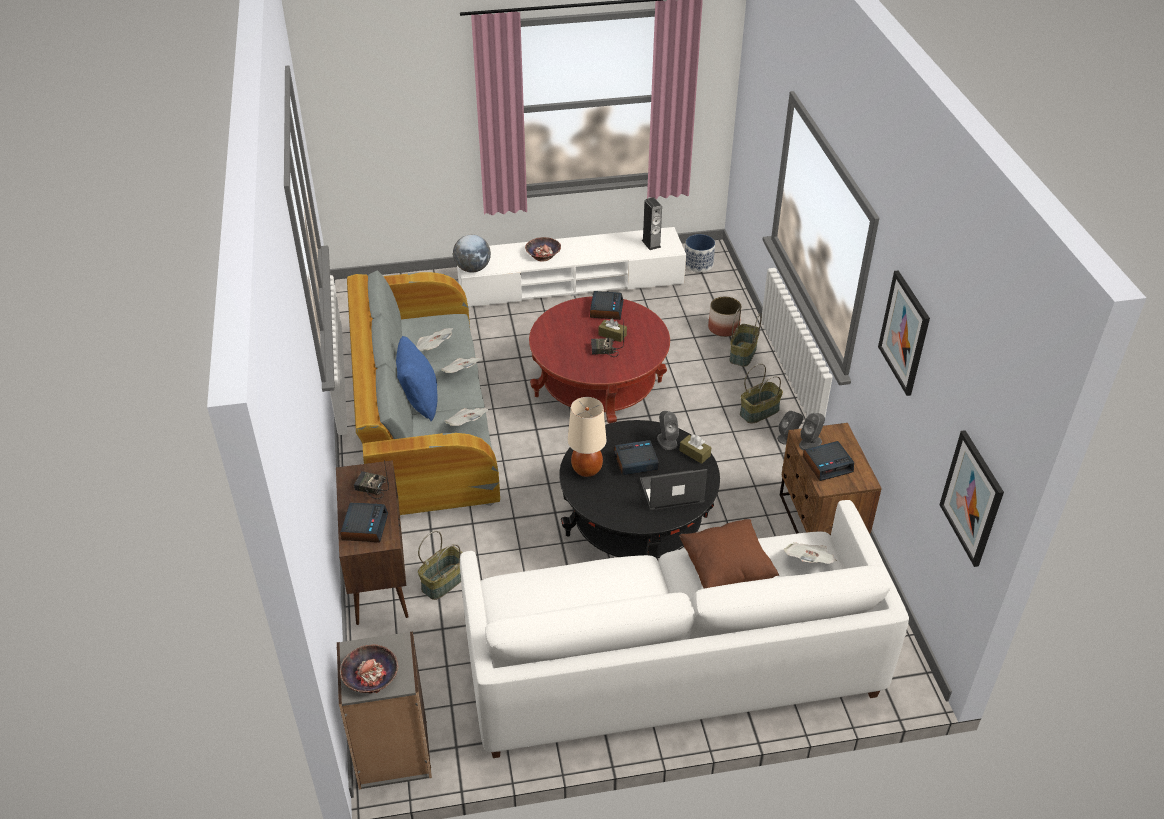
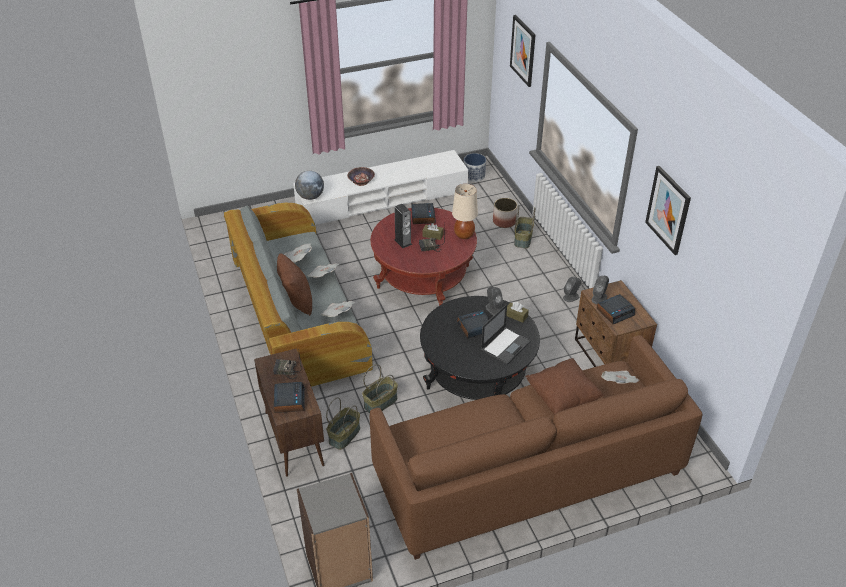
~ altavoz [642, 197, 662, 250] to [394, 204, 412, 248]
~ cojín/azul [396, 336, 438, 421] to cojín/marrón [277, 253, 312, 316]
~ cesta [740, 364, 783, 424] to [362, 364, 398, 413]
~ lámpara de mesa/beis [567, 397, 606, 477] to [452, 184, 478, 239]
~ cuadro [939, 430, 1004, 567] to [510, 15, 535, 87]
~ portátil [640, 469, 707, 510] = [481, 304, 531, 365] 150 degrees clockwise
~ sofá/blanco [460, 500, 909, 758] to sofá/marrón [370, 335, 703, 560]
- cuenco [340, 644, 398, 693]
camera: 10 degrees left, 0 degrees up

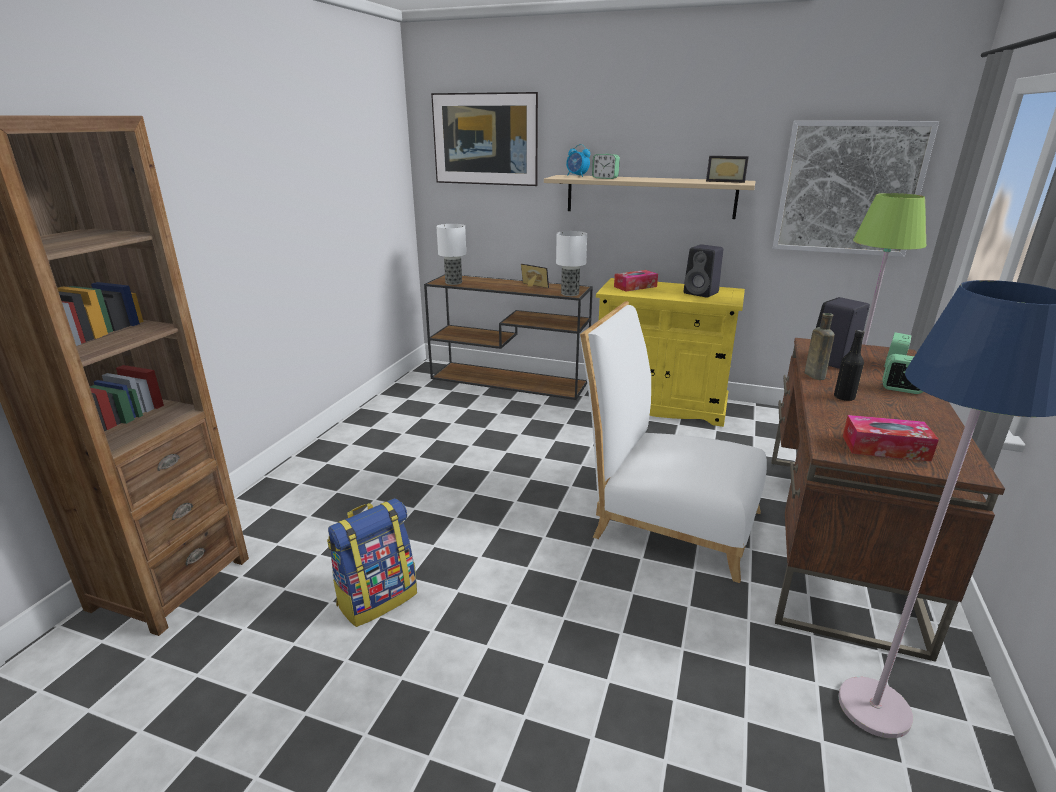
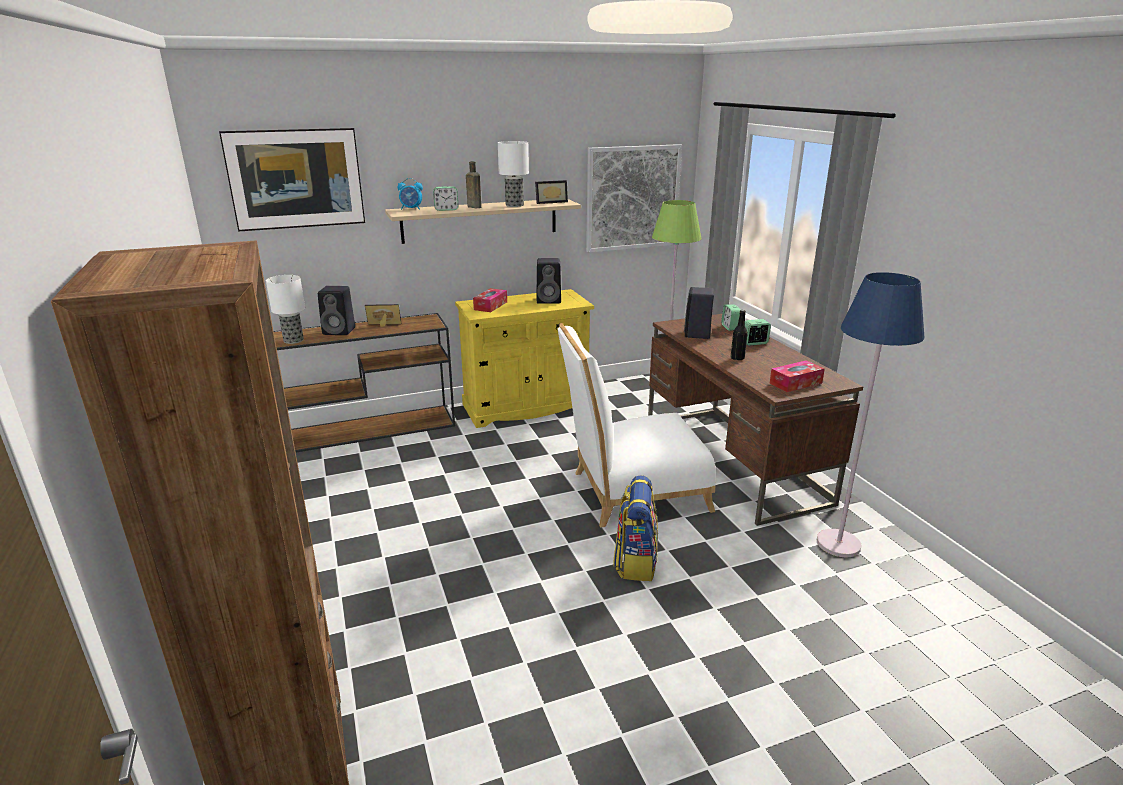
~ lámpara de mesa [556, 231, 587, 296] to [498, 141, 529, 207]
~ botella/marrón [805, 313, 835, 380] to [466, 161, 481, 208]
~ mochila [327, 498, 417, 627] to [613, 476, 658, 581]
+ altavoz/negro [318, 286, 355, 335]
camera: 40 degrees left, 0 degrees up

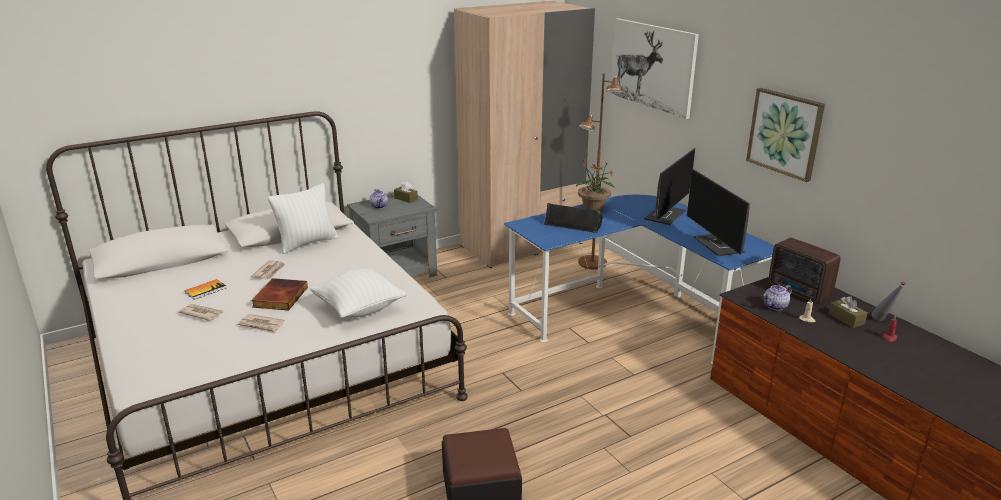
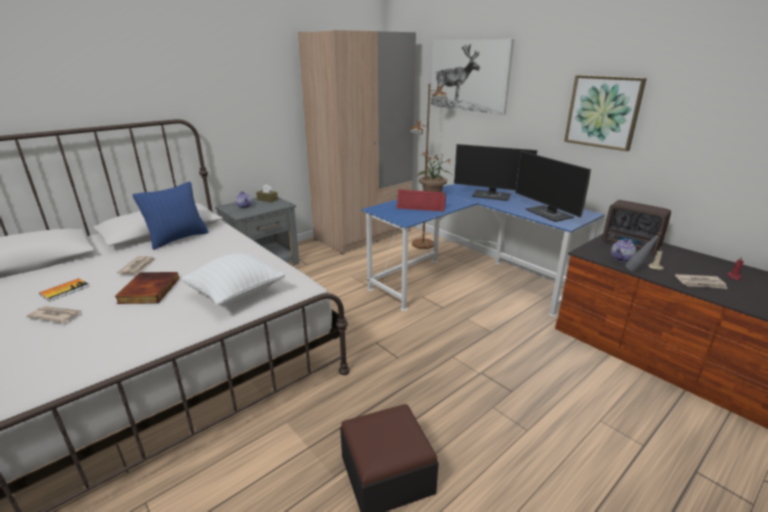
~ monitor [644, 148, 695, 225] = [454, 144, 538, 201] 90 degrees clockwise
~ cojín/blanco [268, 183, 338, 254] to cojín/azul [132, 182, 209, 250]
~ altavoz/negro [544, 203, 603, 233] to altavoz/rojo [396, 189, 446, 212]
~ botella/gris [871, 281, 906, 321] to [625, 232, 661, 272]
- caja de pañuelos/marrón [829, 296, 867, 328]
~ periódico [238, 314, 284, 334] to [675, 274, 728, 289]
camera: 10 degrees left, 0 degrees up

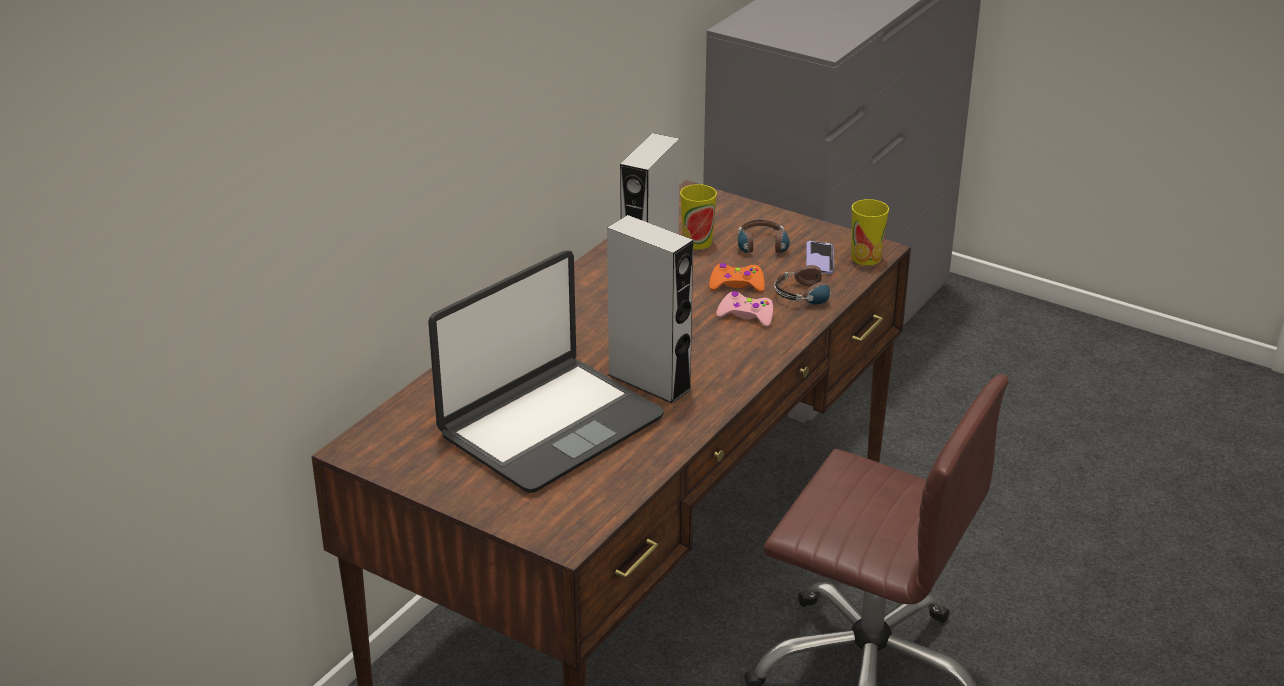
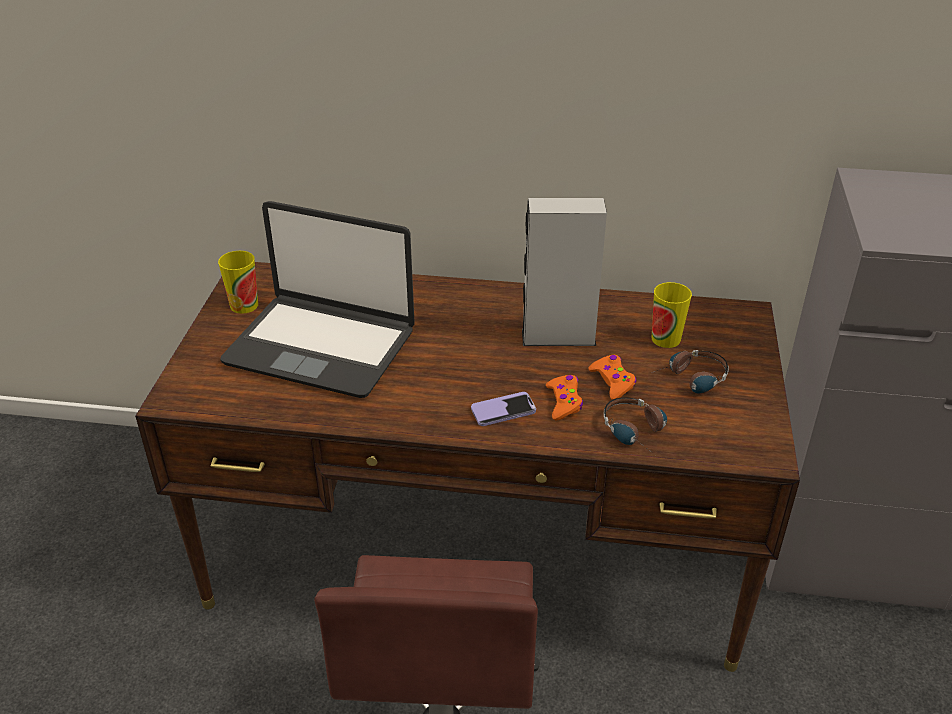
~ taza [852, 199, 889, 265] to [218, 251, 258, 314]
- altavoz/gris [607, 215, 693, 404]
~ móvil [806, 241, 834, 274] to [471, 392, 536, 426]
~ mando de consola/rosa [716, 291, 773, 327] to mando de consola/naranja [546, 375, 583, 421]
camera: 65 degrees right, 5 degrees up

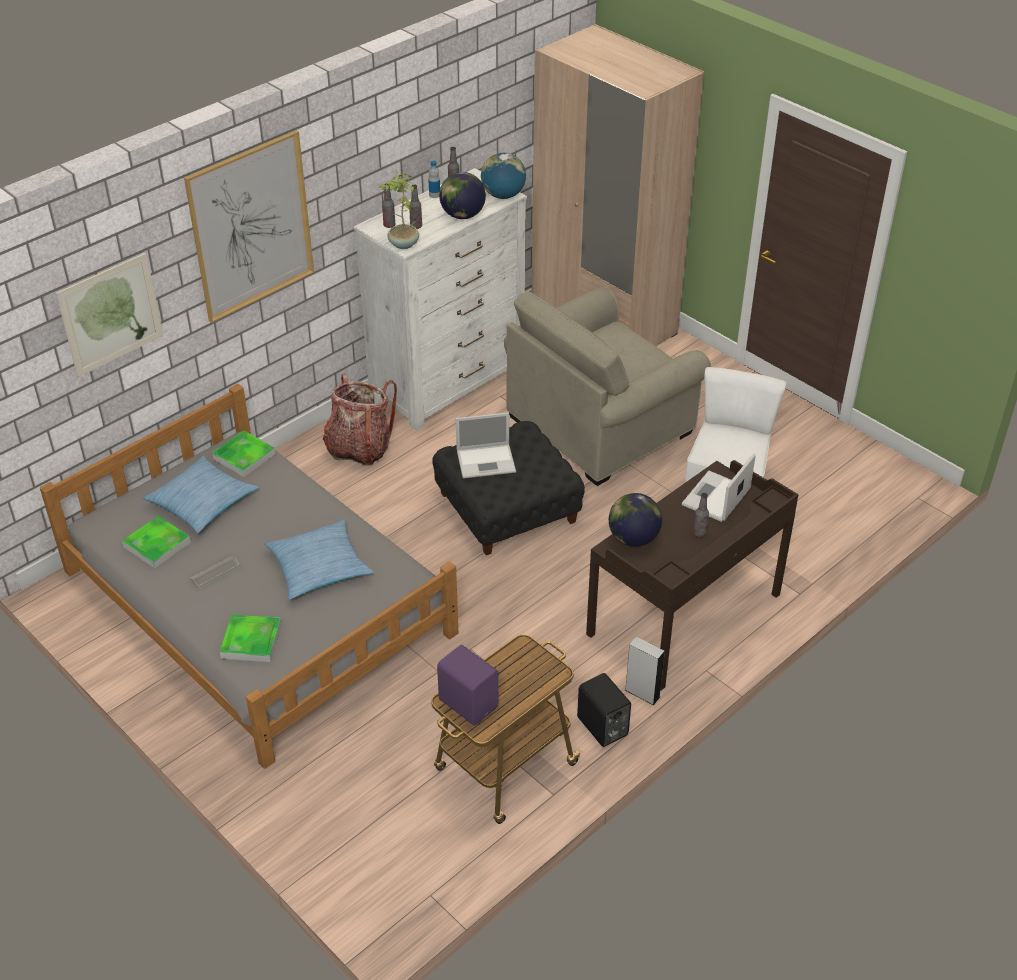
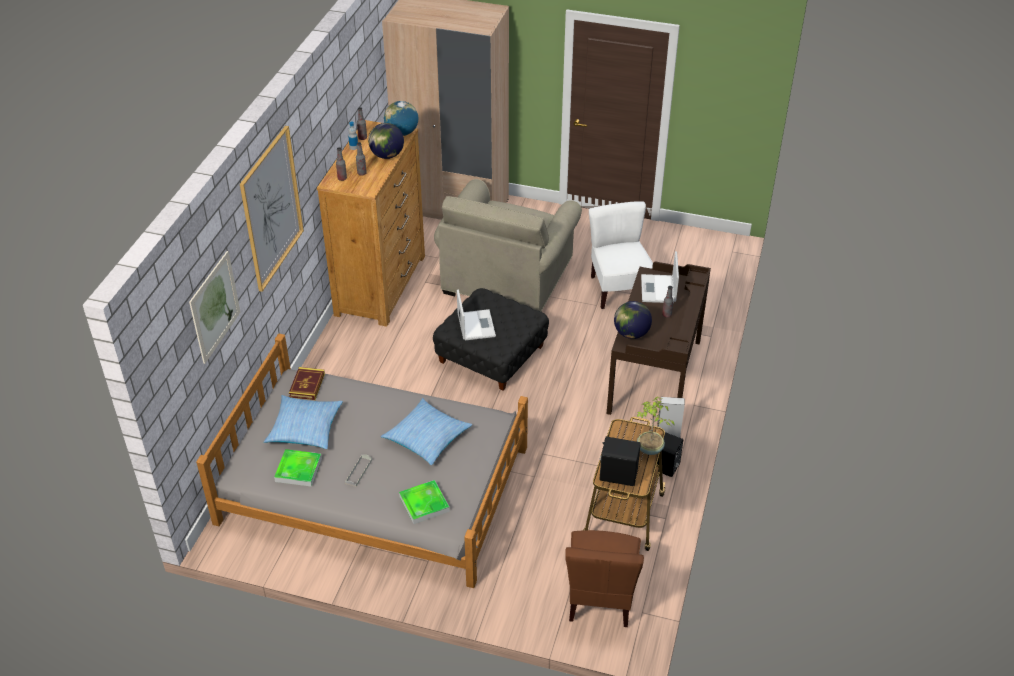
~ cómoda/blanco [353, 168, 527, 431] to cómoda/marrón [317, 120, 425, 327]
~ planta en maceta [378, 173, 419, 249] to [637, 397, 674, 455]
- mochila [323, 373, 397, 466]
~ portátil [456, 412, 516, 479] = [457, 290, 496, 340] 60 degrees counterclockwise
~ bandeja [212, 430, 275, 477] to libro [289, 367, 325, 400]
~ altavoz/morado [437, 645, 498, 725] to altavoz/negro [599, 436, 641, 486]
+ silla/marrón [565, 530, 644, 627]
camera: 30 degrees left, 0 degrees up

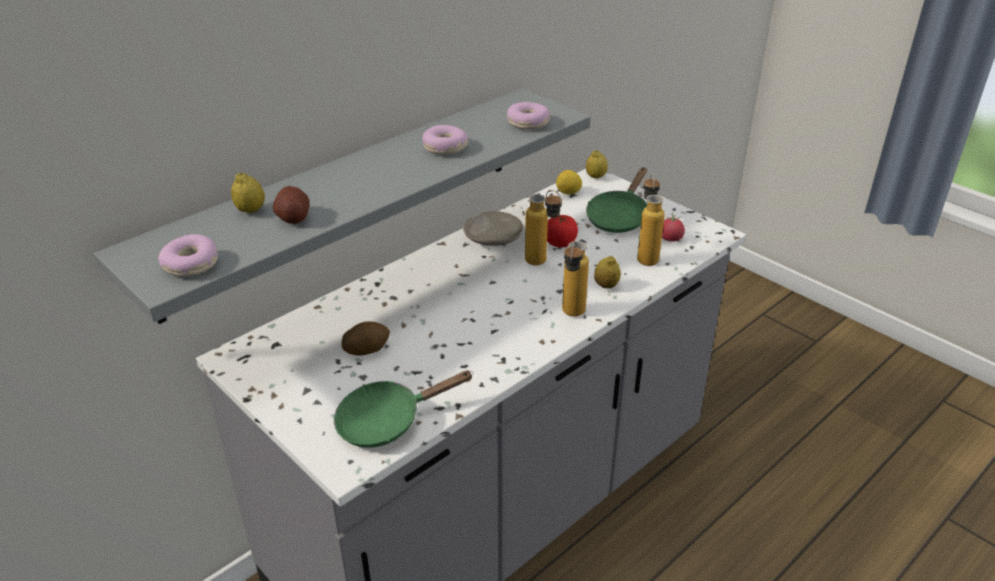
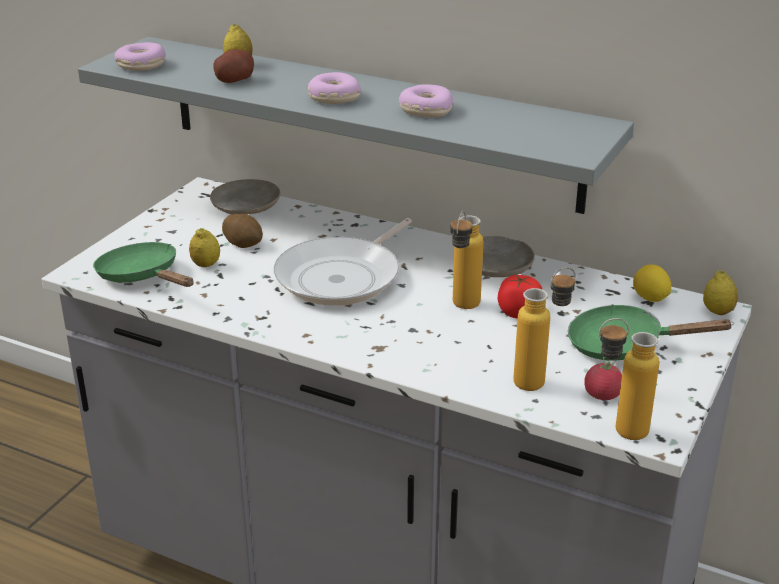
~ rosquilla [507, 102, 551, 130] to [308, 72, 361, 104]
~ botella [562, 241, 589, 317] to [599, 318, 659, 440]
~ limón [594, 256, 621, 288] to [189, 228, 220, 267]
+ plato/beis [210, 179, 281, 214]
+ sartén [274, 218, 412, 306]
camera: 70 degrees right, 5 degrees down

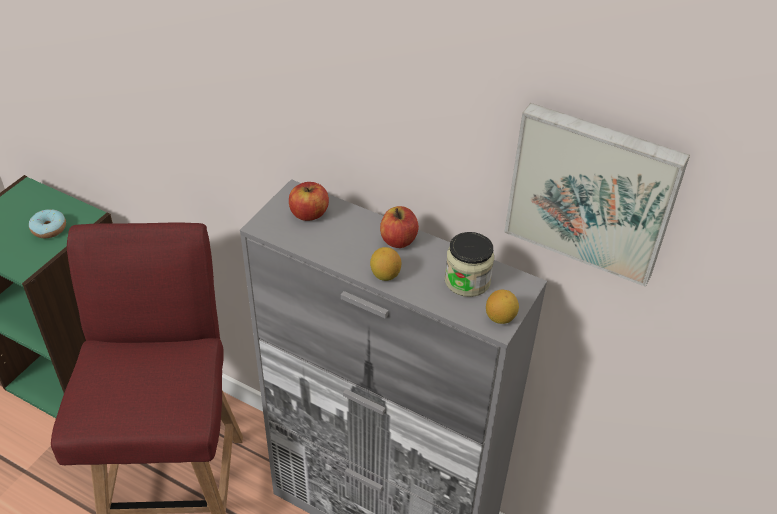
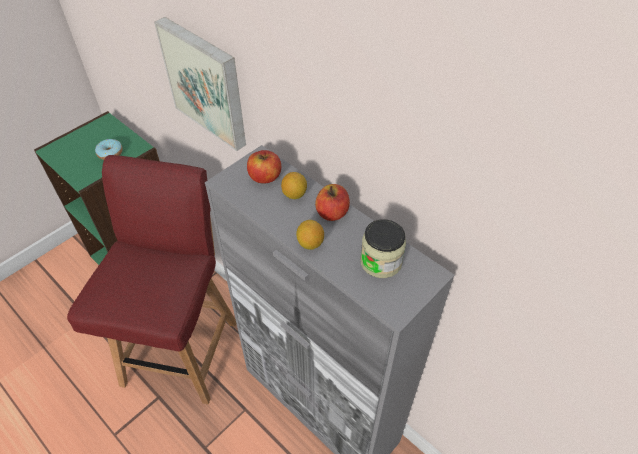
~ cuadro [504, 103, 690, 287] to [154, 17, 246, 151]
~ limón [486, 290, 519, 324] to [281, 172, 307, 199]
camera: 15 degrees right, 5 degrees up

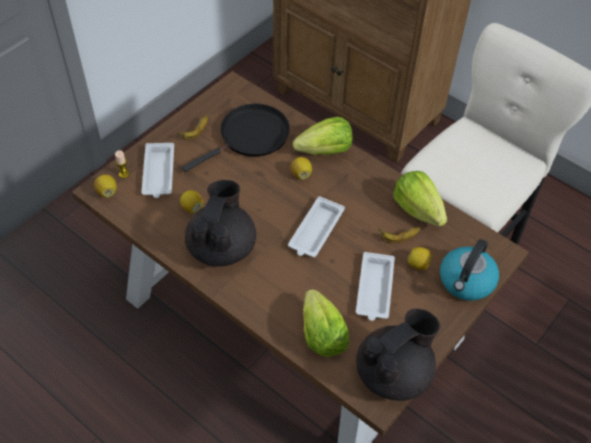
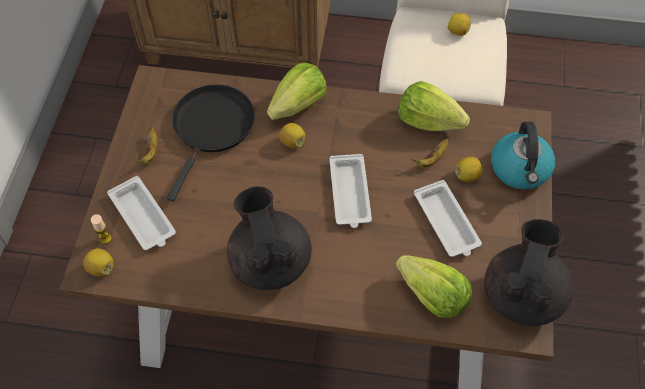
~ limón [180, 190, 203, 213] to [448, 13, 471, 36]
camera: 30 degrees left, 5 degrees up

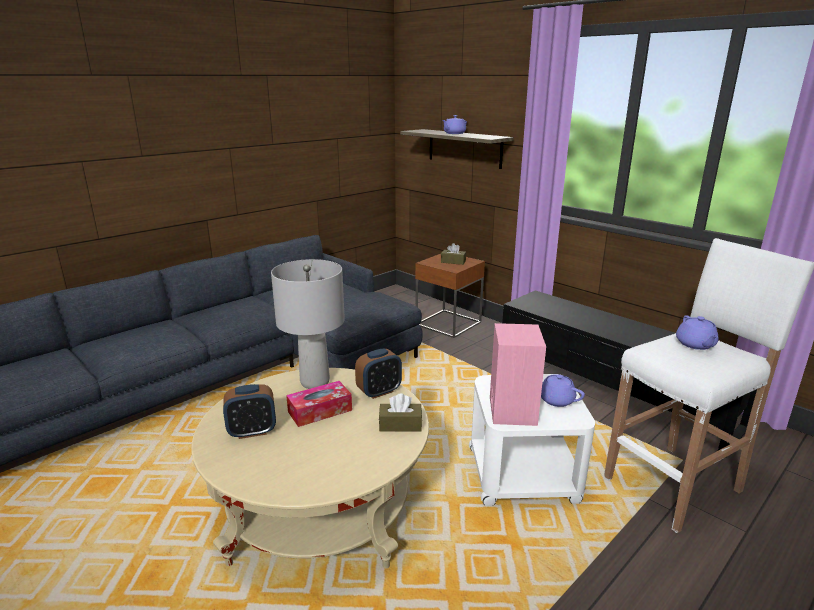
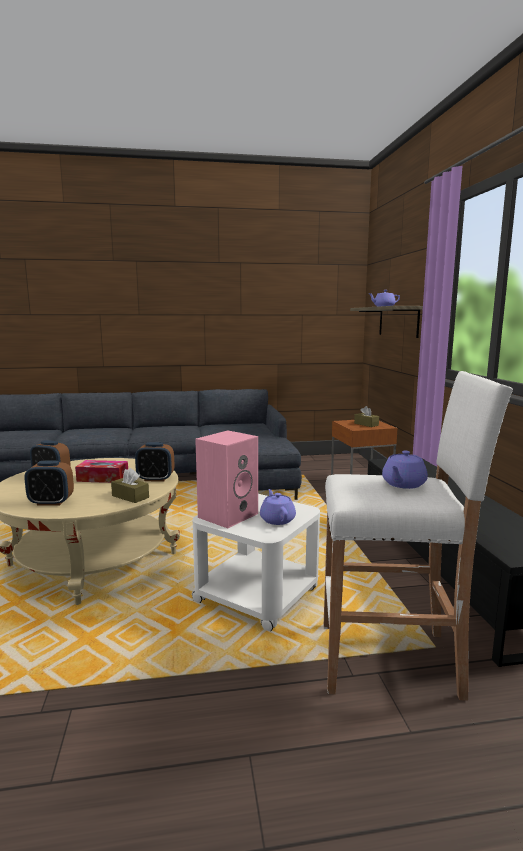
- lámpara de mesa/gris [271, 259, 345, 389]
+ despertador [24, 460, 74, 506]
camera: 35 degrees right, 10 degrees down

